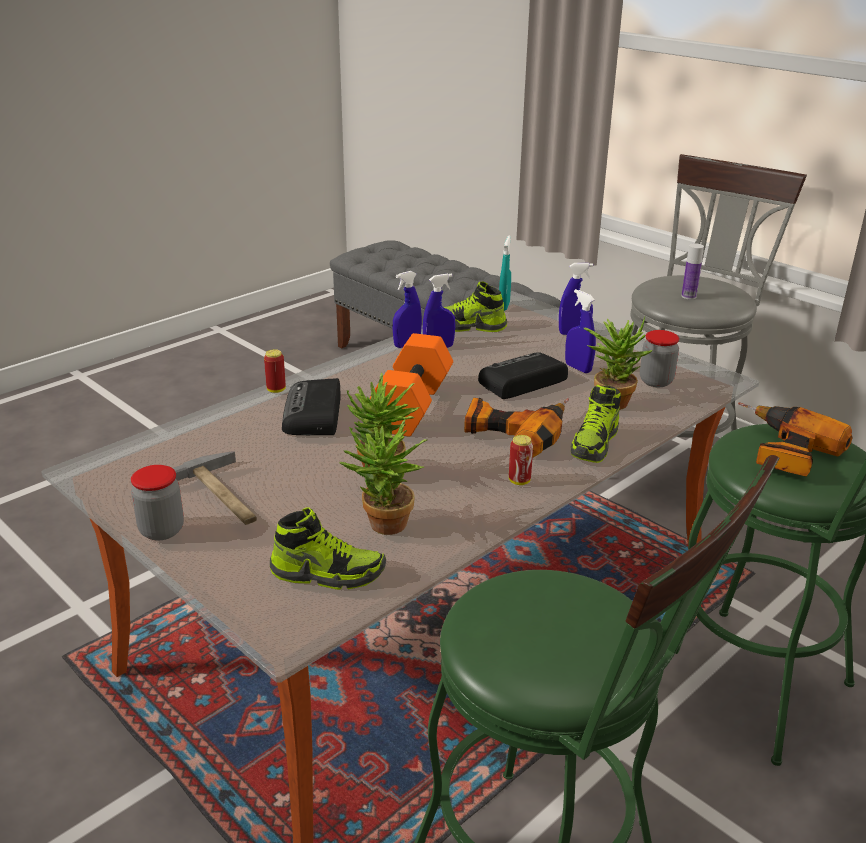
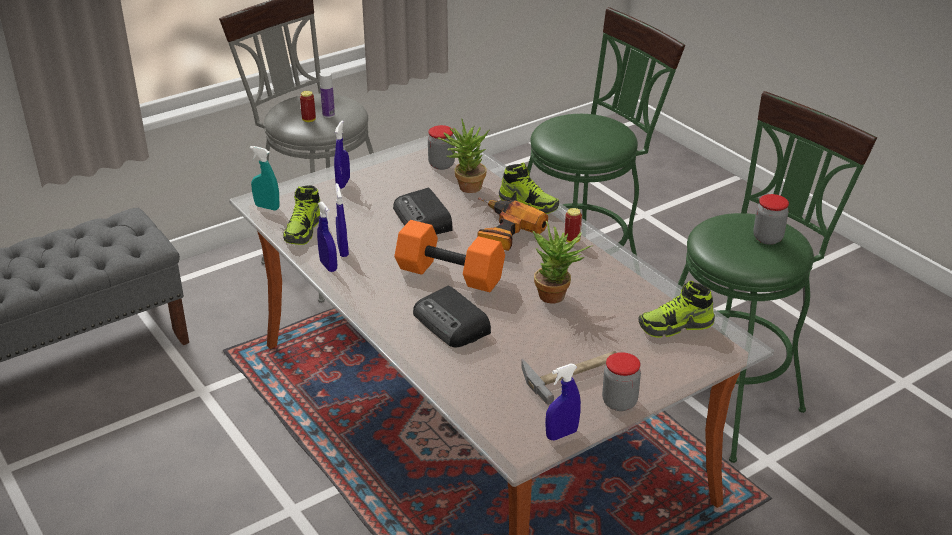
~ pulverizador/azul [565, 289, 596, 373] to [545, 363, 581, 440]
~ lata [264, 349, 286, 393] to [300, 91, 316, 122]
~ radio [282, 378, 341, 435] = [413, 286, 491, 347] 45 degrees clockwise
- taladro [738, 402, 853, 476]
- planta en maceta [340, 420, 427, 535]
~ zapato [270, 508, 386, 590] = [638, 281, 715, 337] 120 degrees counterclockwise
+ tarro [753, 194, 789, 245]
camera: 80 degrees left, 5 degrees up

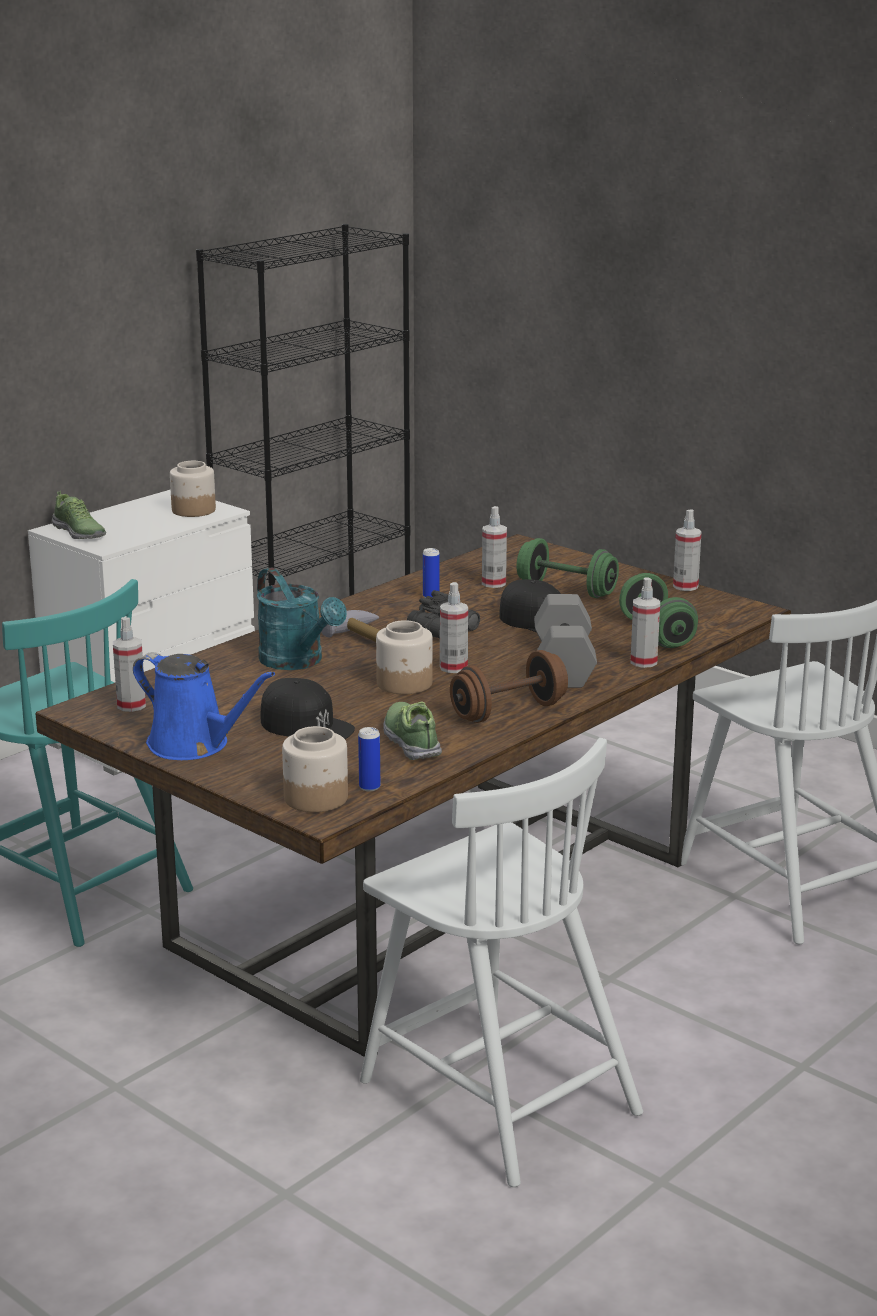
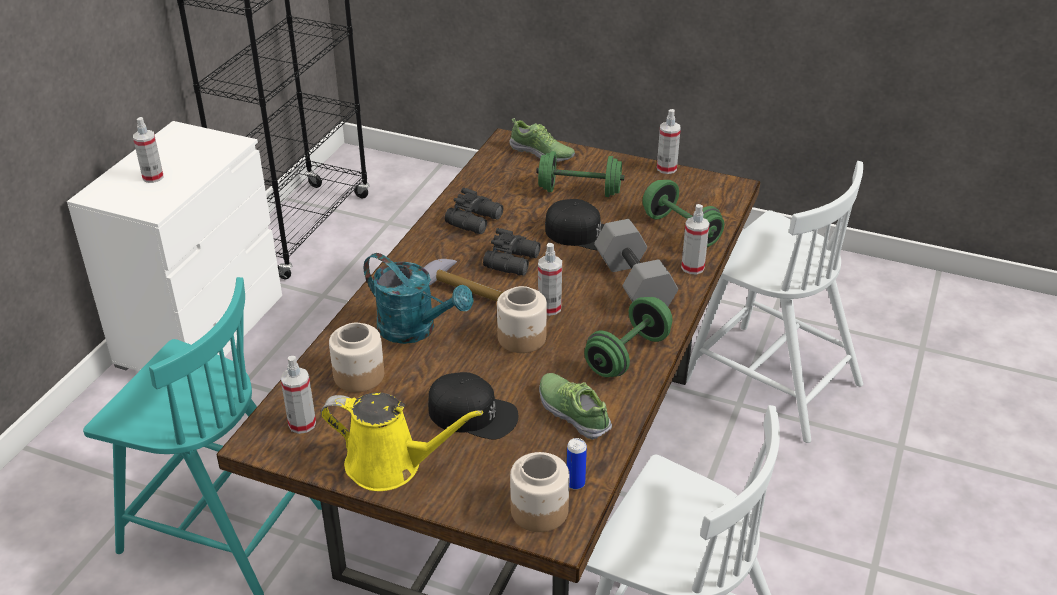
~ tarro [170, 461, 216, 517] to [329, 323, 384, 392]
~ zapato [51, 491, 106, 539] to [509, 118, 575, 162]
~ pulverizador [482, 506, 507, 588] to [133, 117, 163, 183]
~ lata [423, 548, 440, 598] to prismáticos/negro [445, 188, 503, 234]
~ mancuerna/marrón [450, 650, 568, 723] to mancuerna/verde [584, 297, 673, 377]
~ regadera/azul [133, 652, 275, 760] to regadera/amarillo [321, 392, 483, 491]
camera: 20 degrees left, 15 degrees up

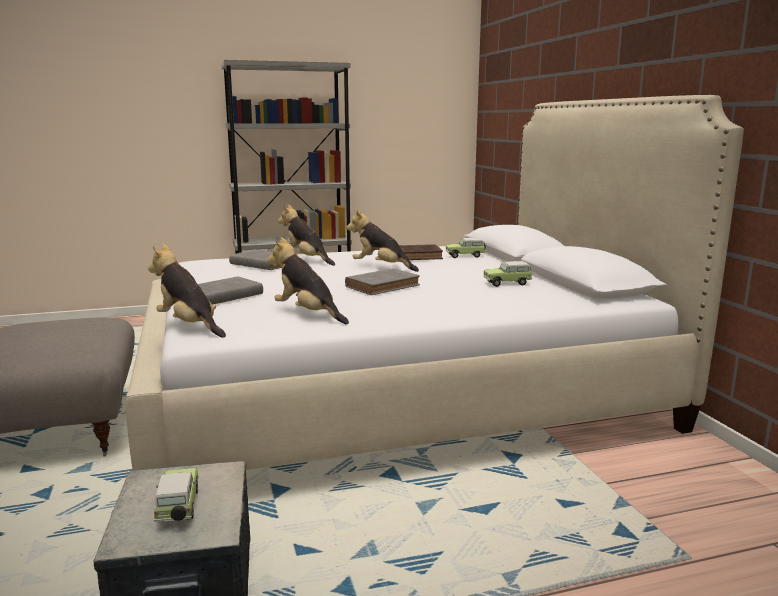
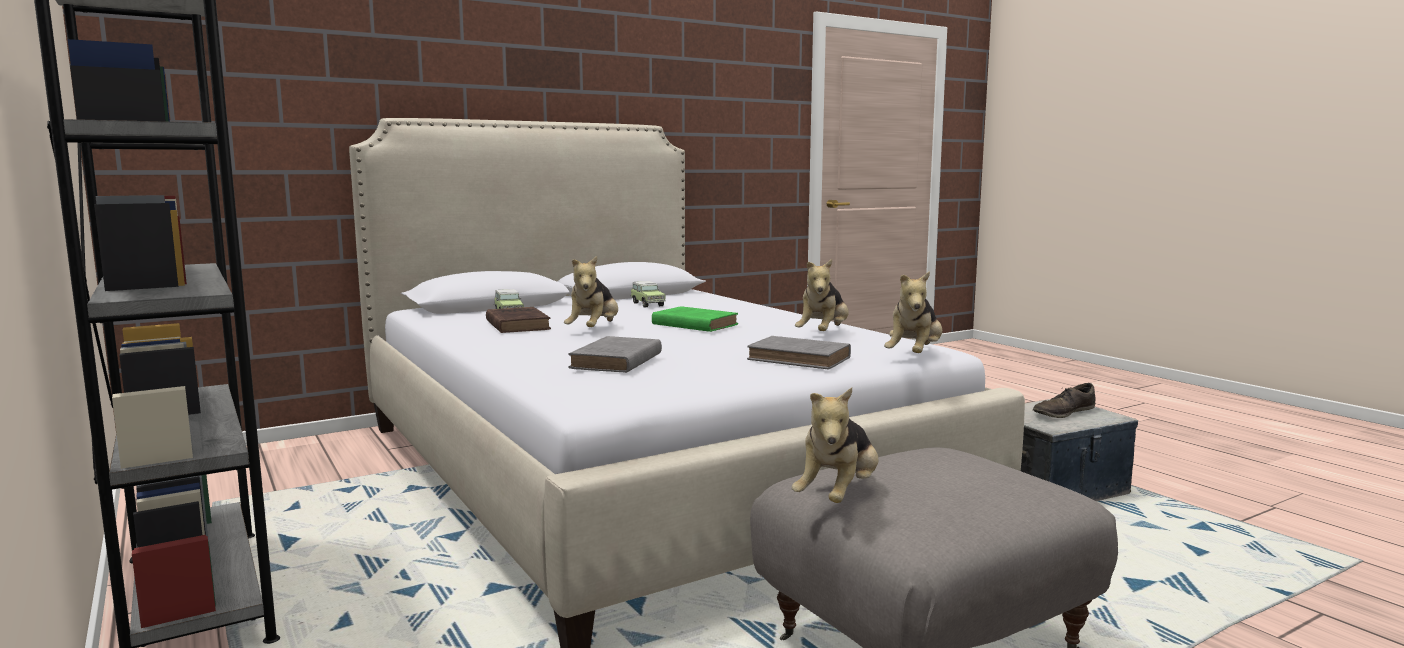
~ peluche [278, 204, 335, 266] to [791, 388, 878, 503]
~ libro/gris [345, 268, 420, 295] to libro/verde [652, 306, 738, 332]
~ coche de juguete [154, 468, 198, 523] to zapato/marrón [1033, 383, 1096, 418]
camera: 105 degrees left, 5 degrees down

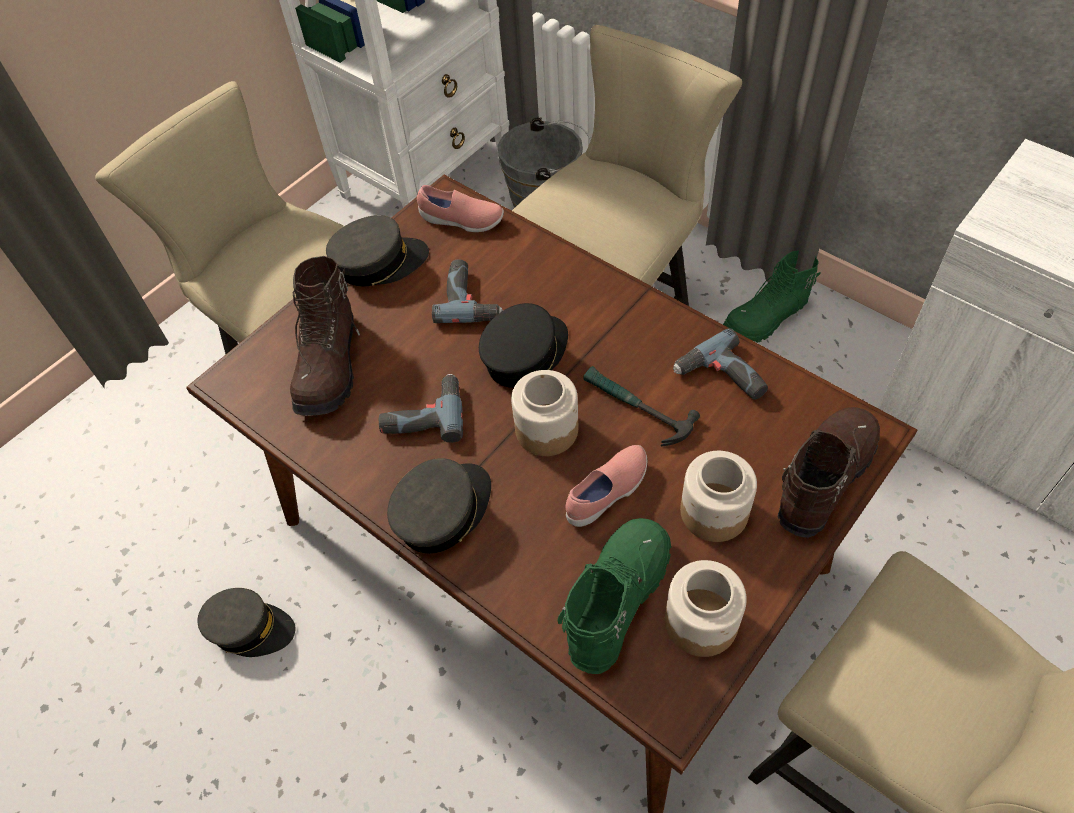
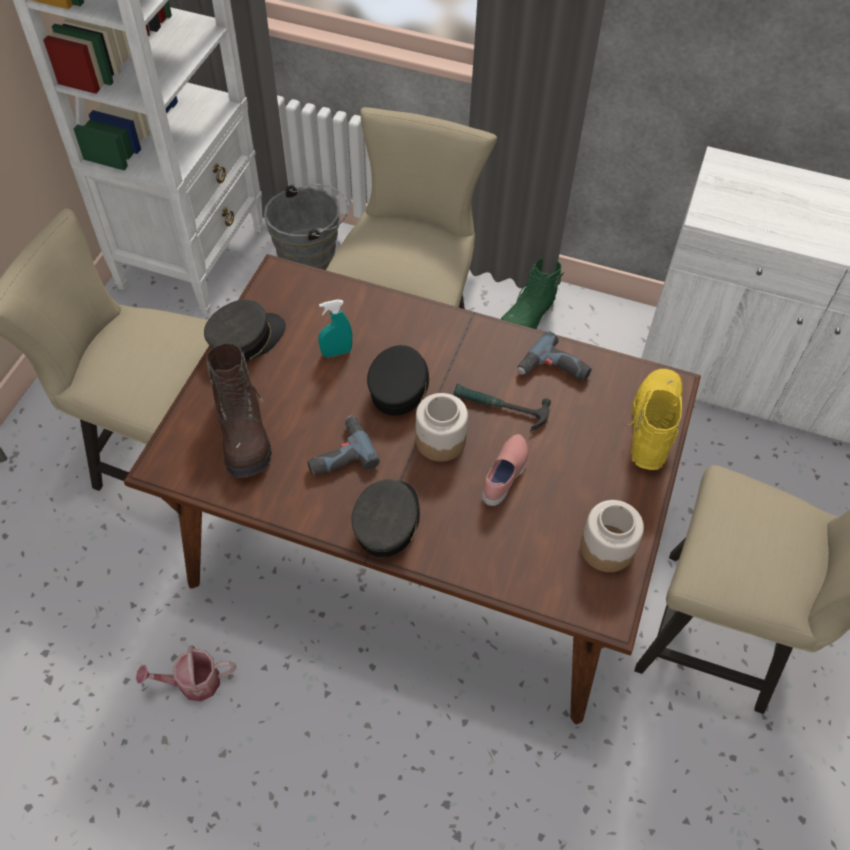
- zapato/rosa [417, 185, 504, 232]
~ taladro [432, 259, 503, 323] to pulverizador/turquesa [319, 299, 352, 358]
~ bota/marrón [777, 407, 880, 538] to bota/amarillo [626, 369, 682, 470]
- tarro [680, 451, 757, 542]
- bota/verde [557, 518, 671, 674]
~ gorra/gris [197, 588, 296, 657] to regadera [136, 645, 236, 701]
camera: 25 degrees left, 0 degrees up

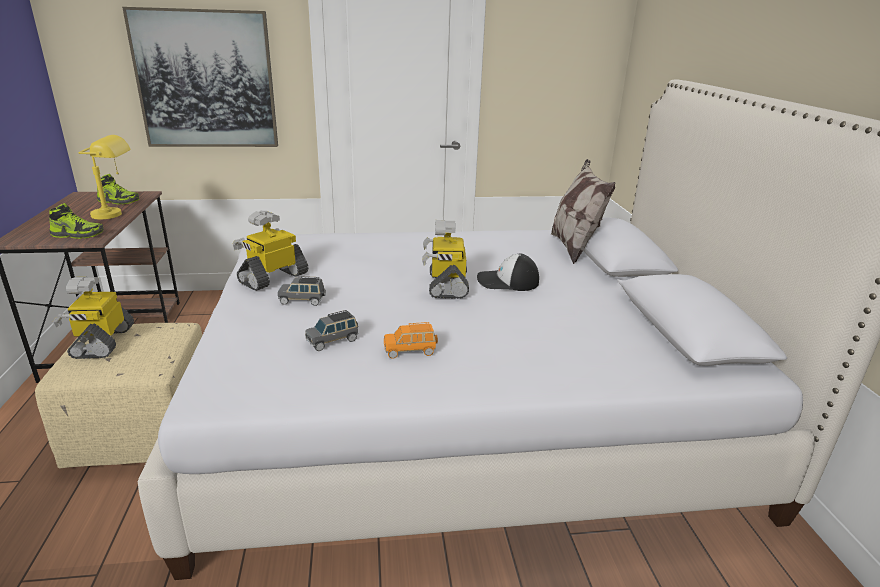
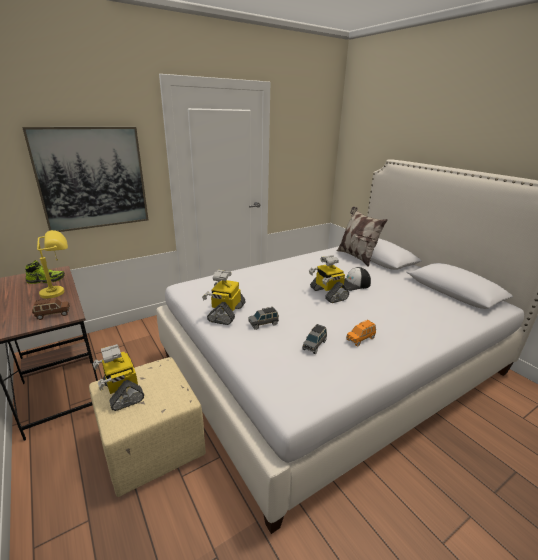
~ zapato [49, 203, 104, 239] to coche de juguete/marrón [32, 298, 70, 320]
camera: 25 degrees left, 0 degrees up

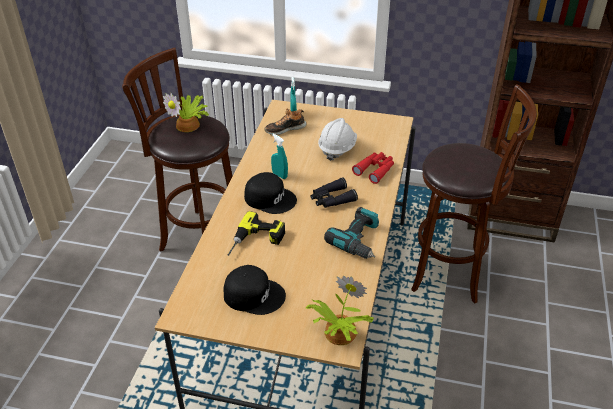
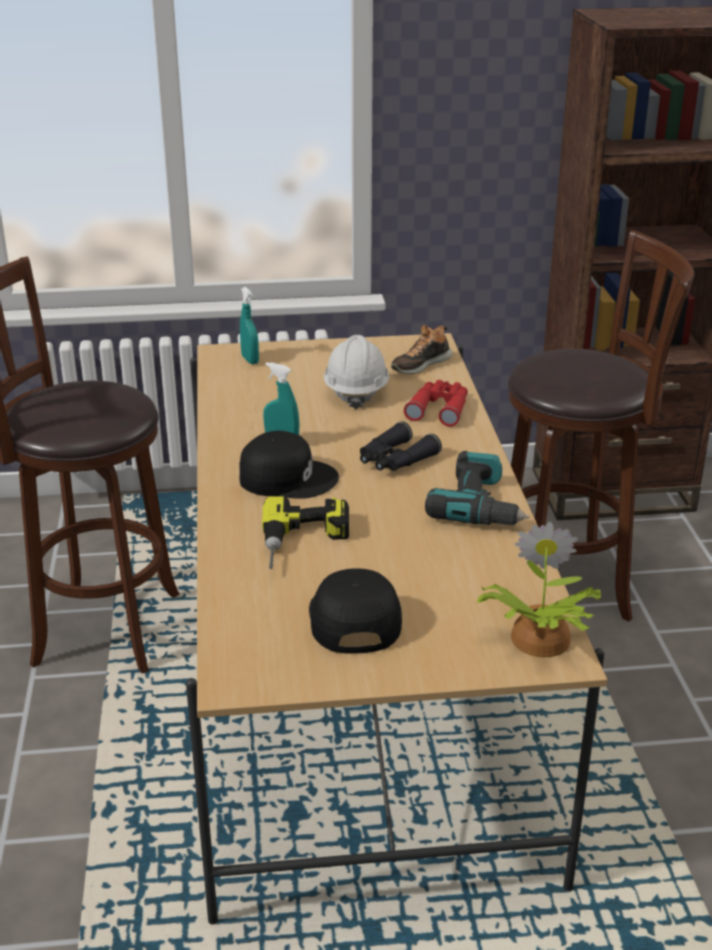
- planta en maceta [163, 93, 209, 132]
~ zapato [264, 109, 307, 135] to [391, 325, 452, 374]
~ gorra/negro [223, 265, 286, 315] = [309, 568, 402, 654] 90 degrees counterclockwise
camera: 20 degrees left, 10 degrees down

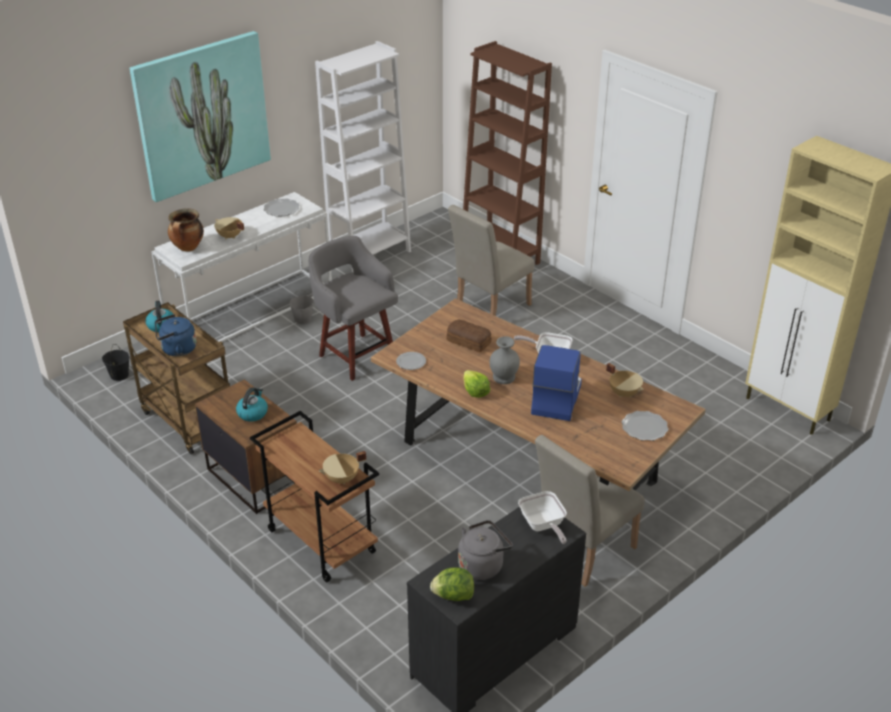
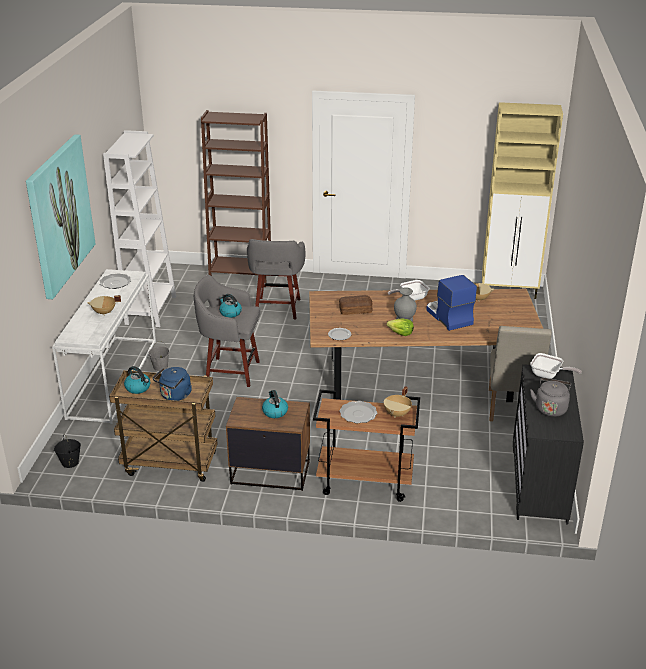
~ silla/beis [448, 205, 534, 316] to taburete/gris [247, 239, 305, 319]
- olla [168, 208, 204, 252]
~ plato [622, 411, 668, 441] to [339, 401, 378, 423]
- lechuga [430, 568, 474, 601]
+ hervidor [219, 294, 242, 318]
camera: 40 degrees left, 5 degrees down

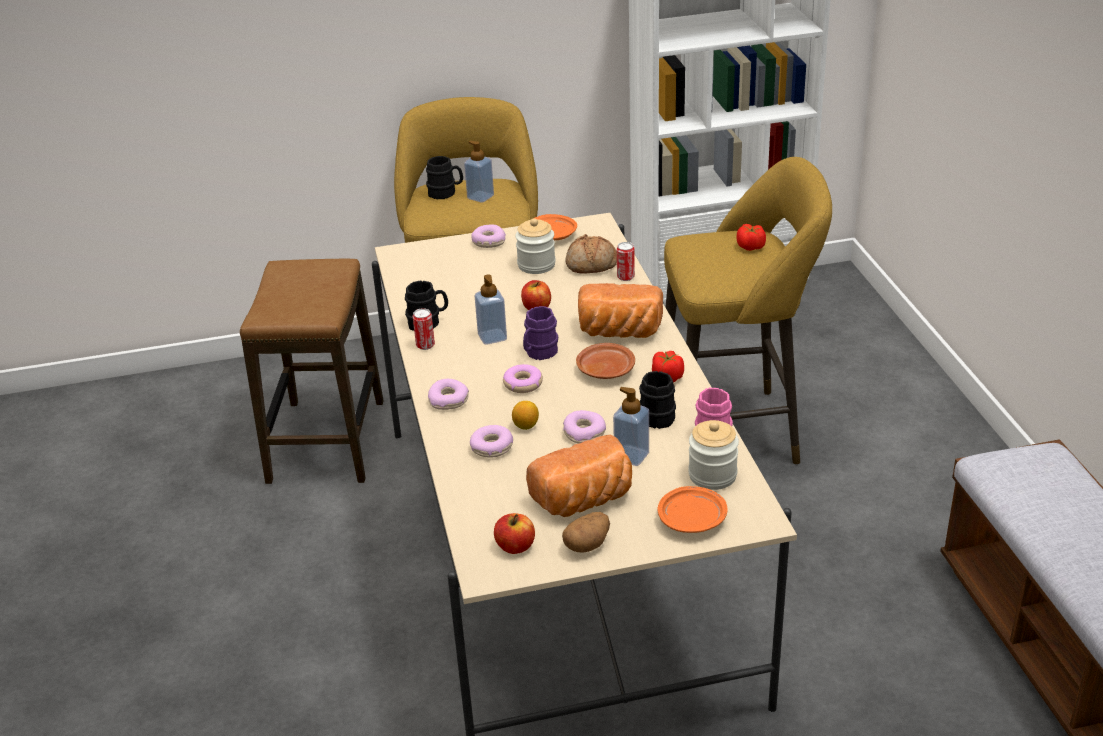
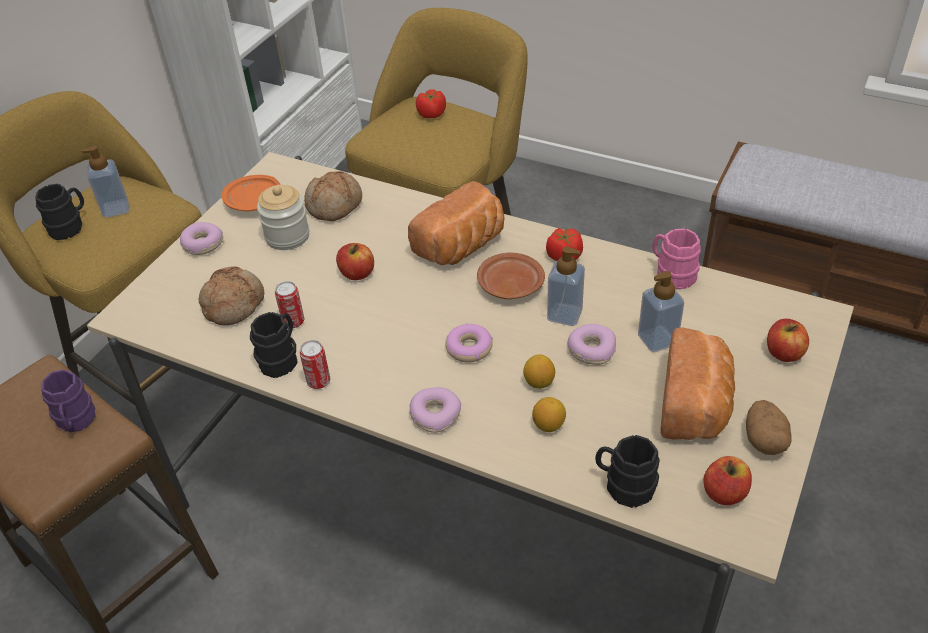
~ lata [617, 242, 635, 281] to [275, 281, 304, 328]
~ dispensador de jabón [475, 274, 507, 345] to [547, 247, 585, 326]
~ taza grande/morado [523, 306, 558, 360] to [41, 370, 95, 432]
~ taza grande/negro [639, 371, 676, 429] to [595, 435, 660, 508]
- tarro [688, 420, 739, 490]
~ rosquilla [470, 425, 513, 458] to limón [532, 397, 566, 432]
~ plato/naranja [657, 486, 728, 533] to manzana [767, 319, 809, 362]
+ pan [199, 266, 264, 325]
camera: 50 degrees left, 10 degrees up

